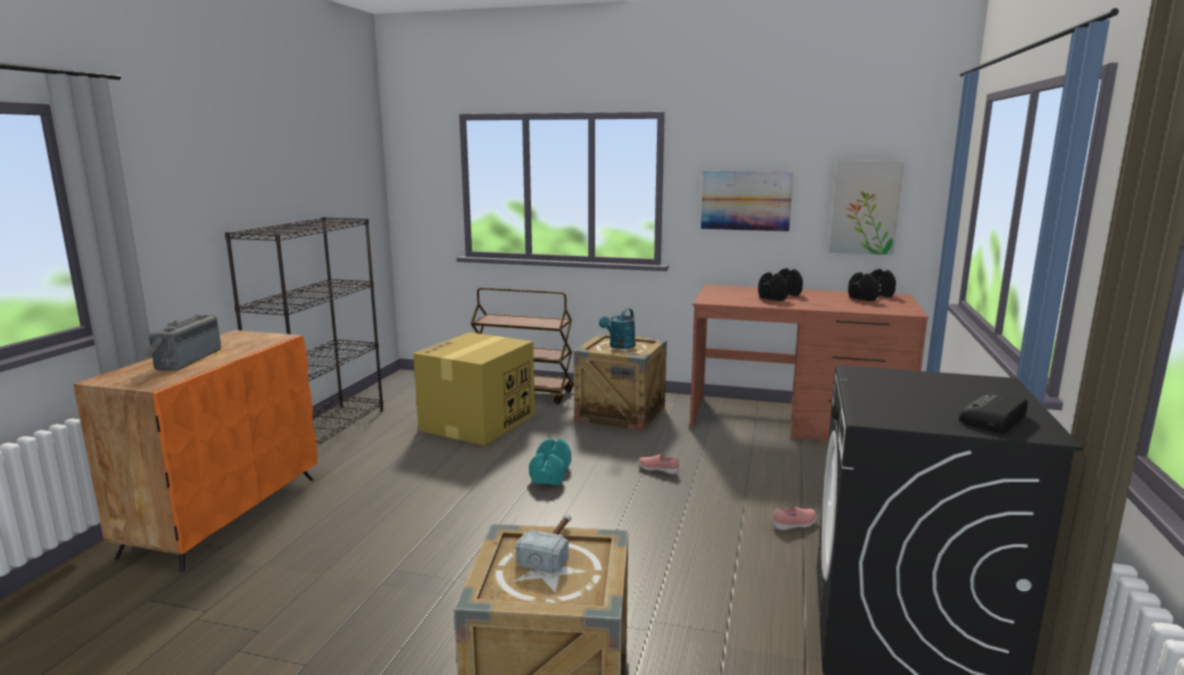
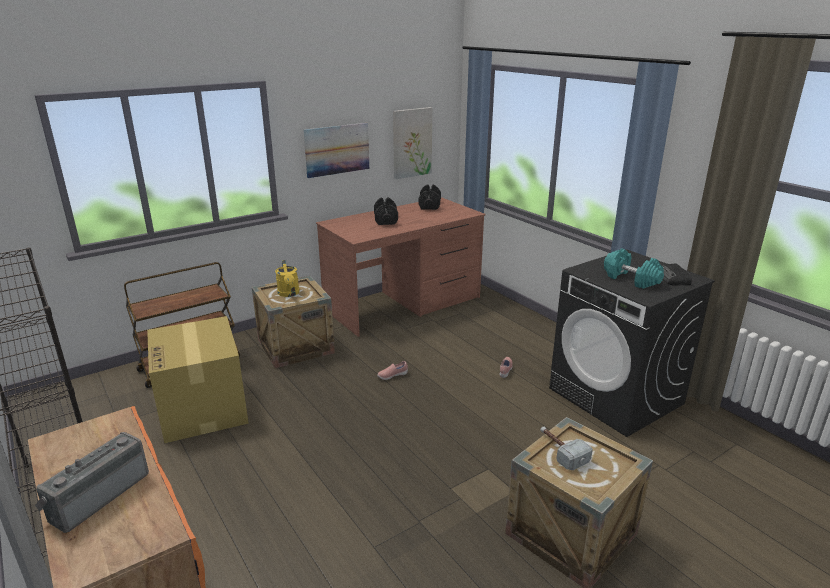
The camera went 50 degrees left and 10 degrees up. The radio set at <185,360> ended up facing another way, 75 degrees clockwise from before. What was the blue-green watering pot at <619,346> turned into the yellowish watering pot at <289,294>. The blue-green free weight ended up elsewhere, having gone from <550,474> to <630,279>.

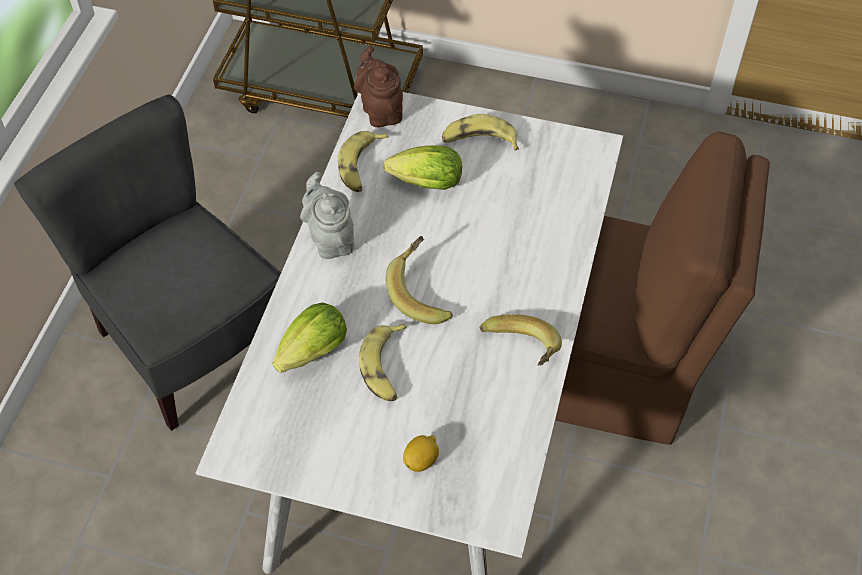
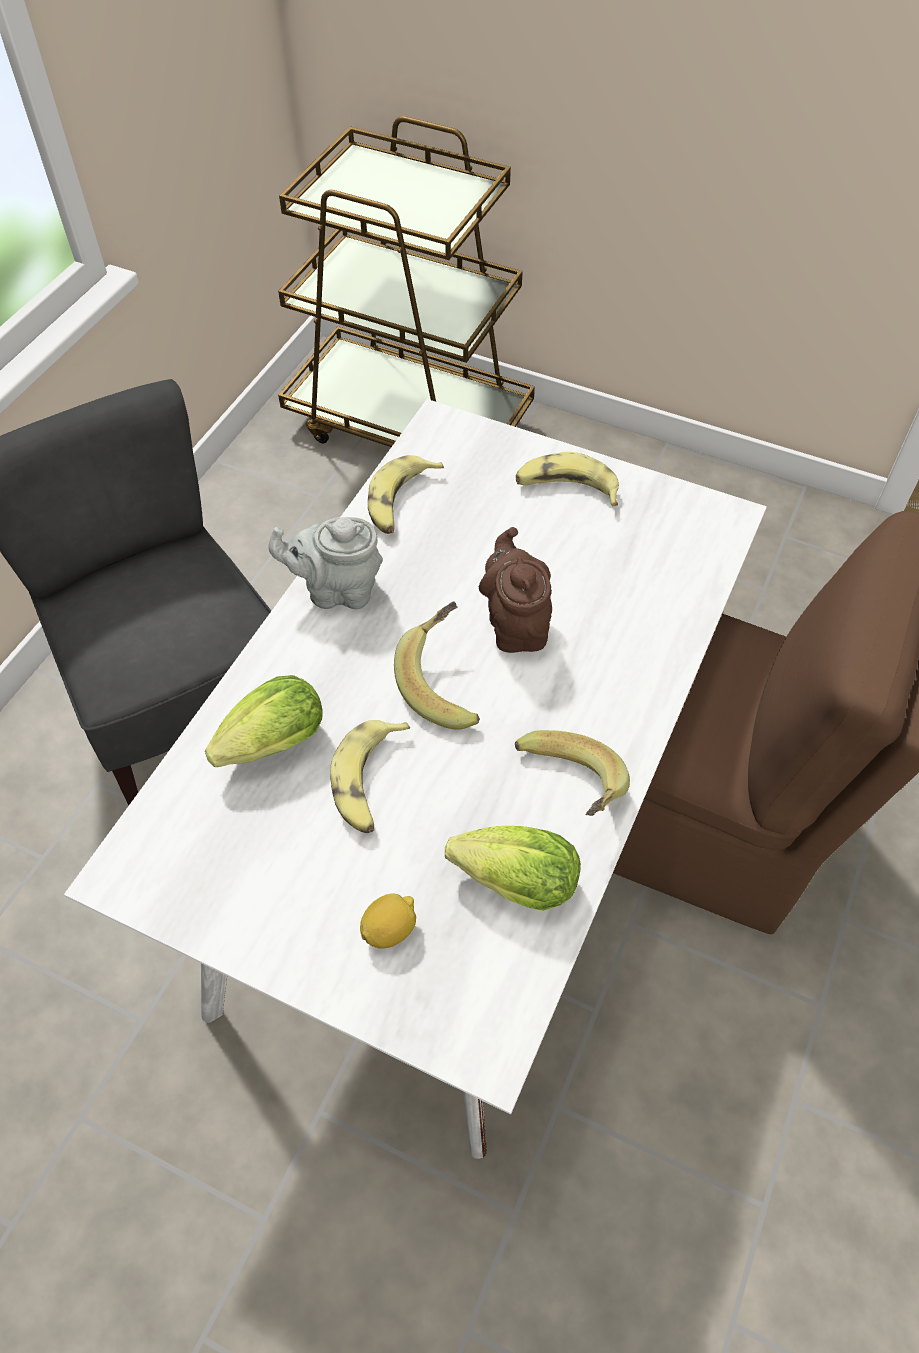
The camera went 10 degrees right and 0 degrees up. The gray tea pot at <330,238> ended up facing another way, 75 degrees counterclockwise from before. The head of lettuce ended up elsewhere, having gone from <422,183> to <509,880>. The brown tea pot ended up elsewhere, having gone from <380,110> to <515,624>.

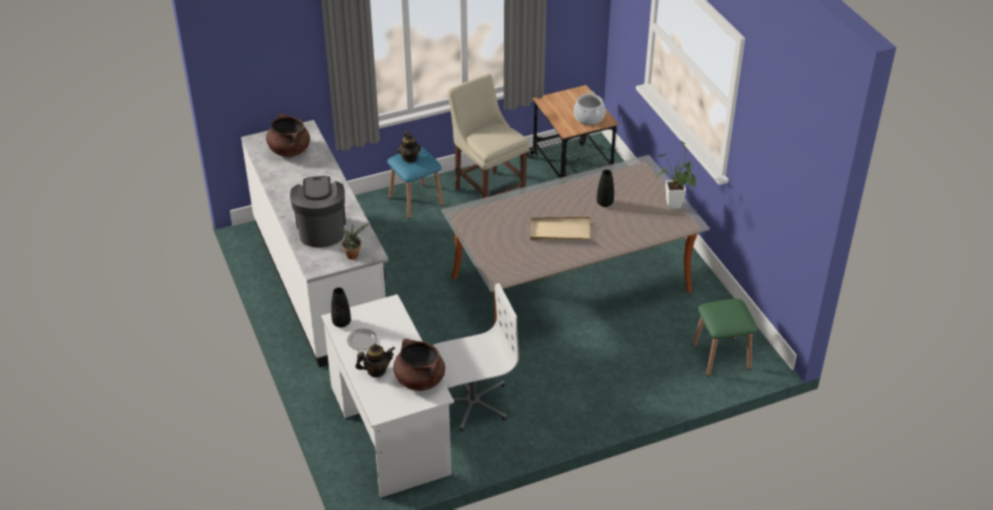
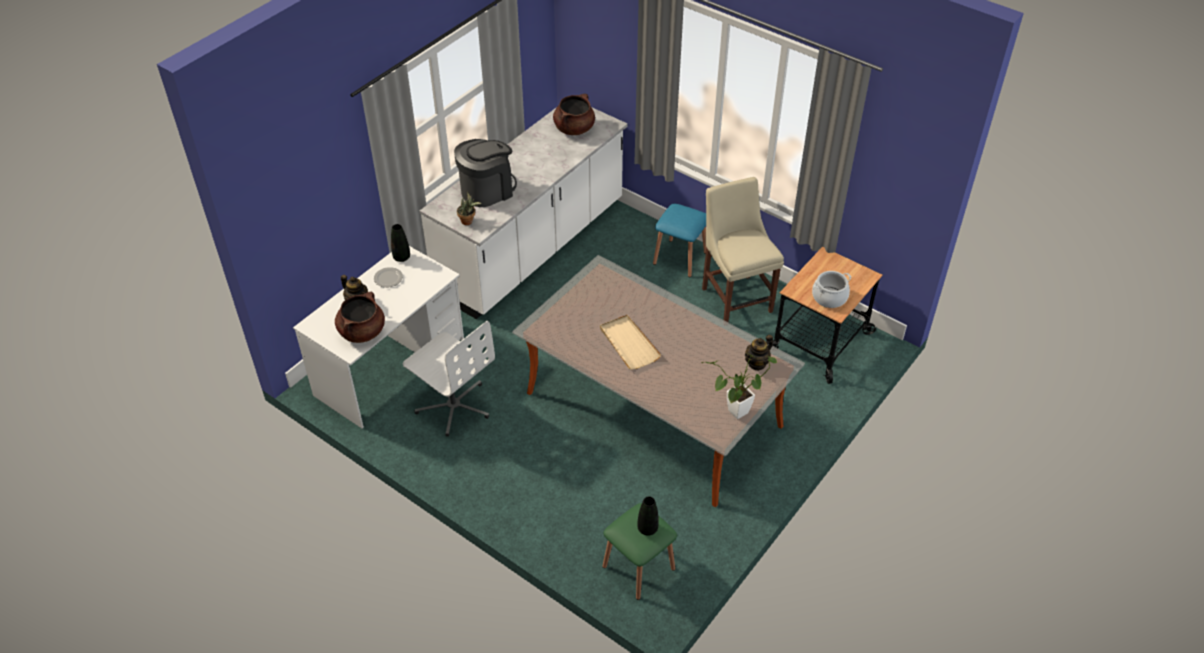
The camera went 60 degrees right and 5 degrees up. The blackish flower vase ended up elsewhere, having gone from <604,203> to <647,529>. The beige plain chair at <488,191> ended up facing another way, 45 degrees counterclockwise from before. The tea pot ended up elsewhere, having gone from <410,158> to <757,363>.

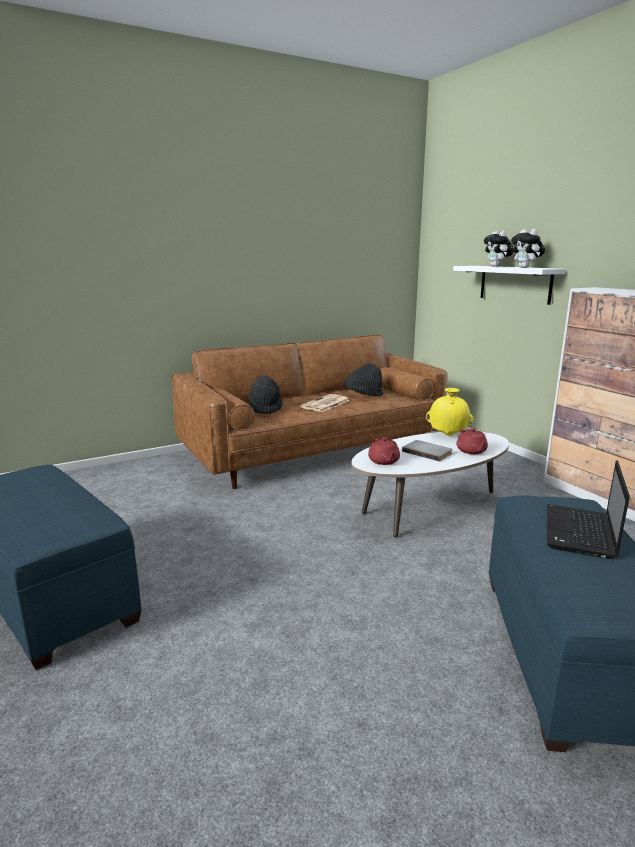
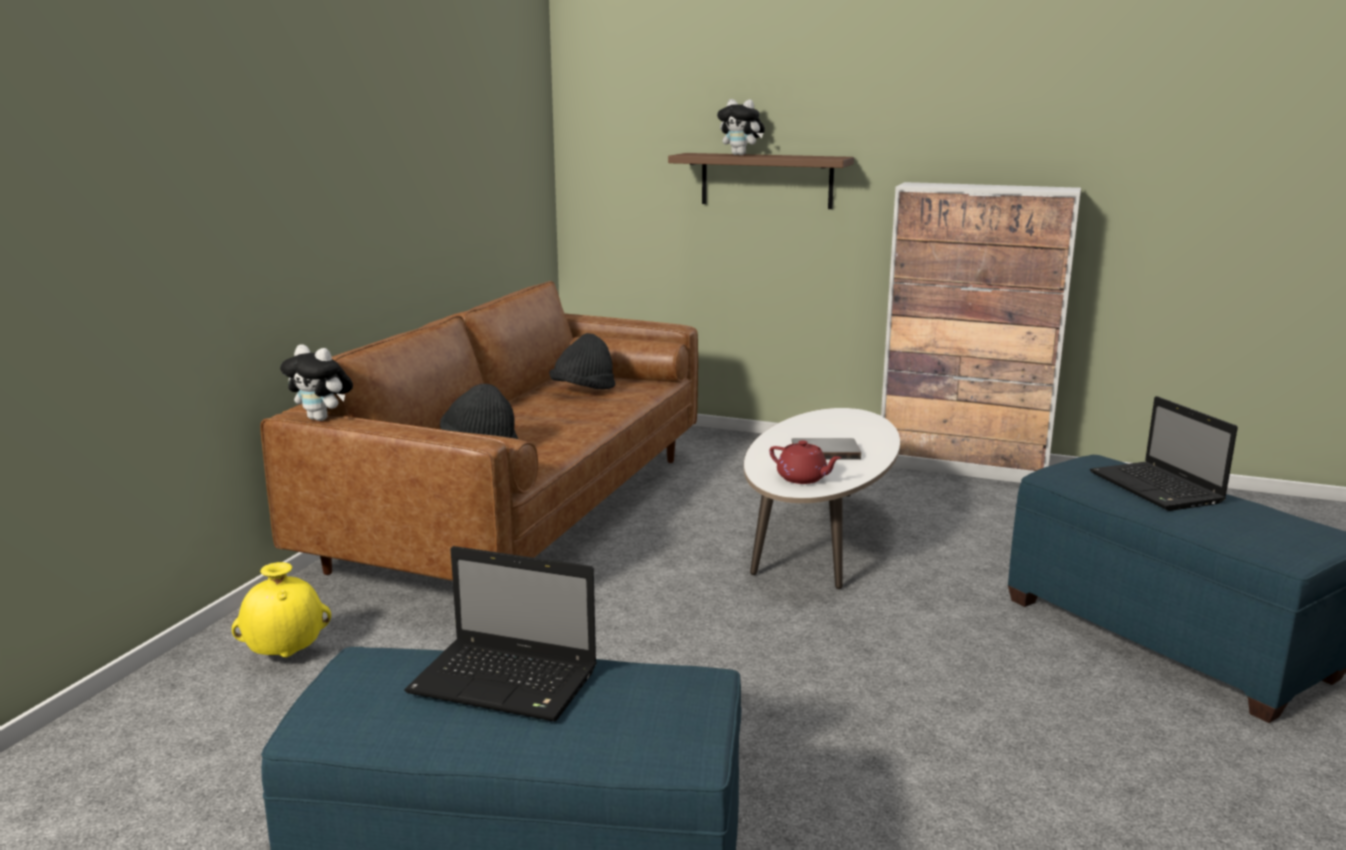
The camera went 40 degrees left and 0 degrees up. The yellowish flower vase ended up elsewhere, having gone from <448,435> to <287,654>. The cuddly toy ended up elsewhere, having gone from <525,267> to <322,419>. The second view gained the portable computer at <508,682>. What was the white-coloured wall shelf at <515,284> turned into the brown wall shelf at <766,180>. The second view lost the daily paper at <325,404>. The second view lost the reddish tea pot at <471,451>.

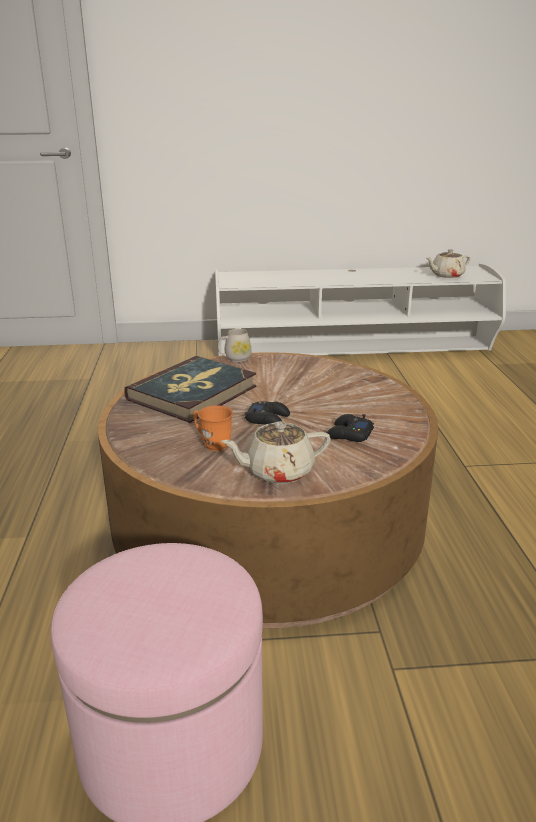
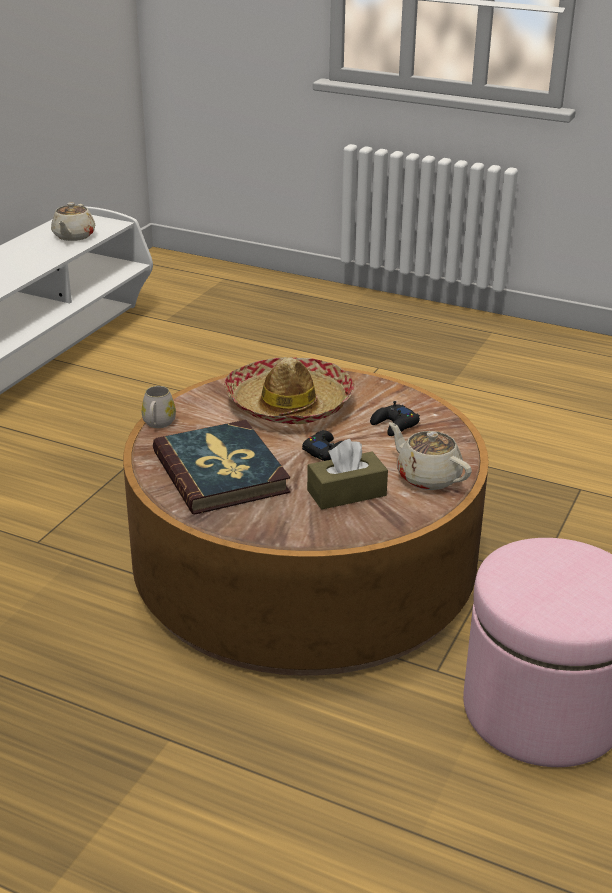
The camera went 60 degrees left and 5 degrees up. The second view gained the hat at <289,404>. Where the orange-coloured mug stood at <212,444>, the brown tissue box came to stand at <346,493>. The beige tea pot at <278,471> ended up facing another way, 120 degrees clockwise from before.

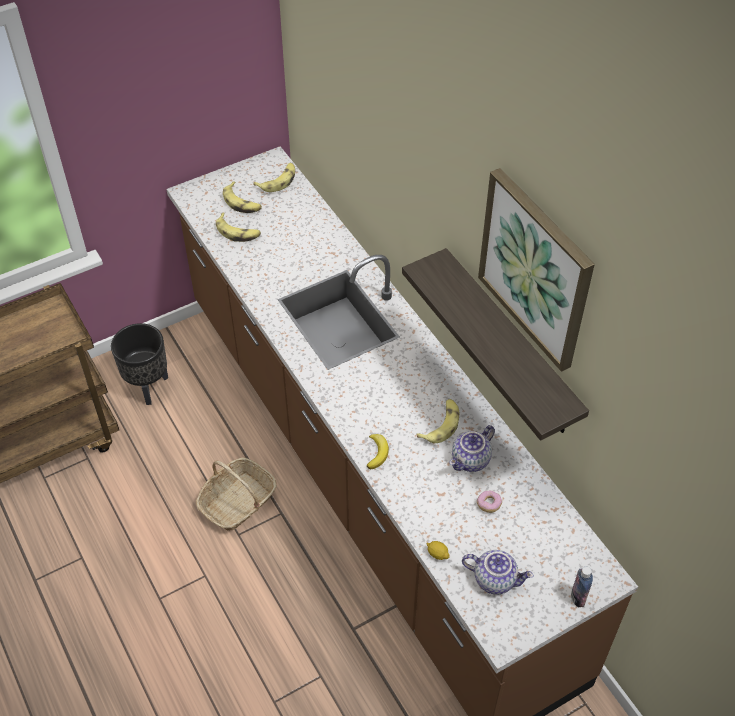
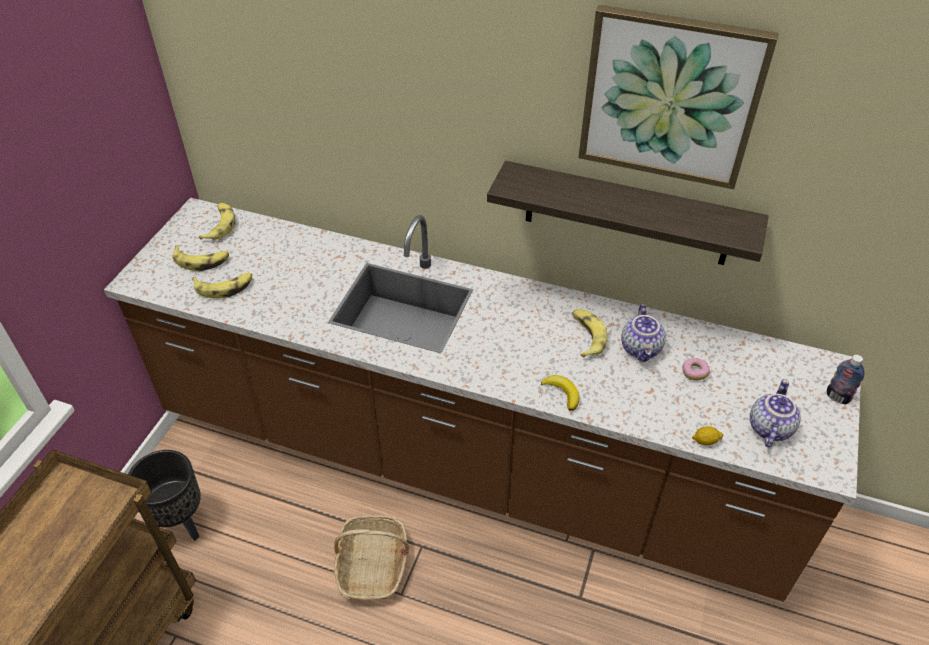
The camera went 40 degrees left and 5 degrees down. The tea pot at <495,579> ended up facing another way, 45 degrees counterclockwise from before.

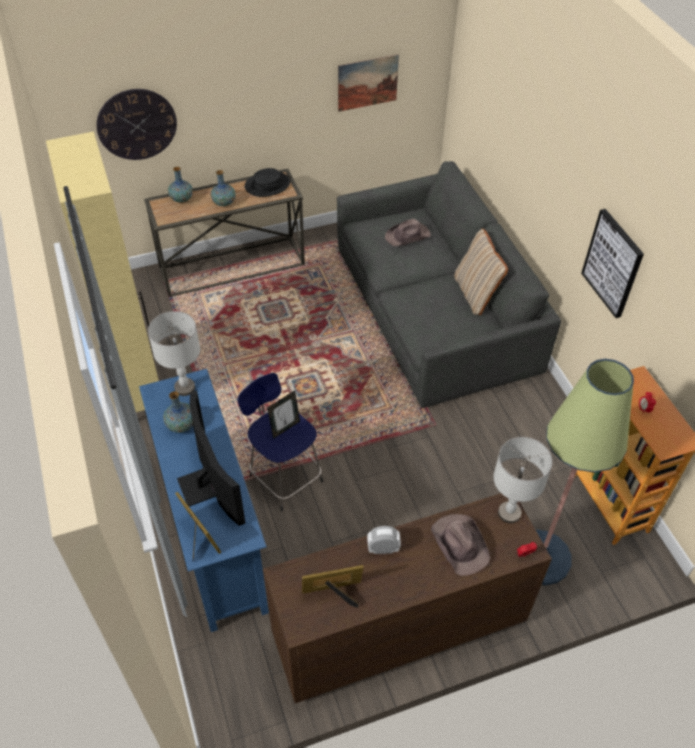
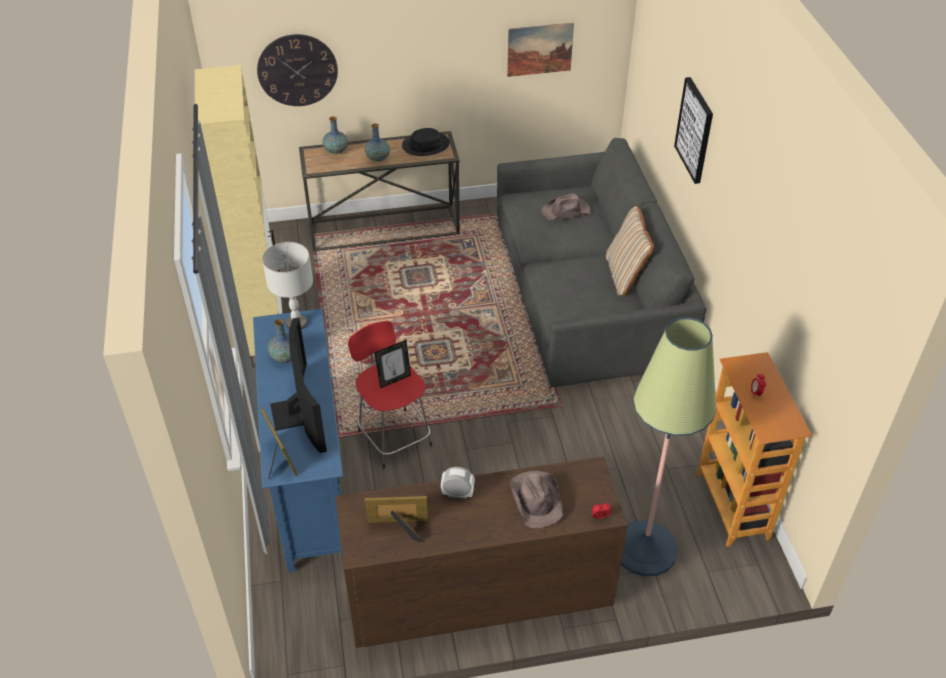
The camera went 10 degrees right and 5 degrees down. What was the bluish stool at <284,477> turned into the reddish stool at <393,437>. The wall picture ended up elsewhere, having gone from <613,263> to <695,130>. The second view lost the gray lamp for a table at <509,513>.

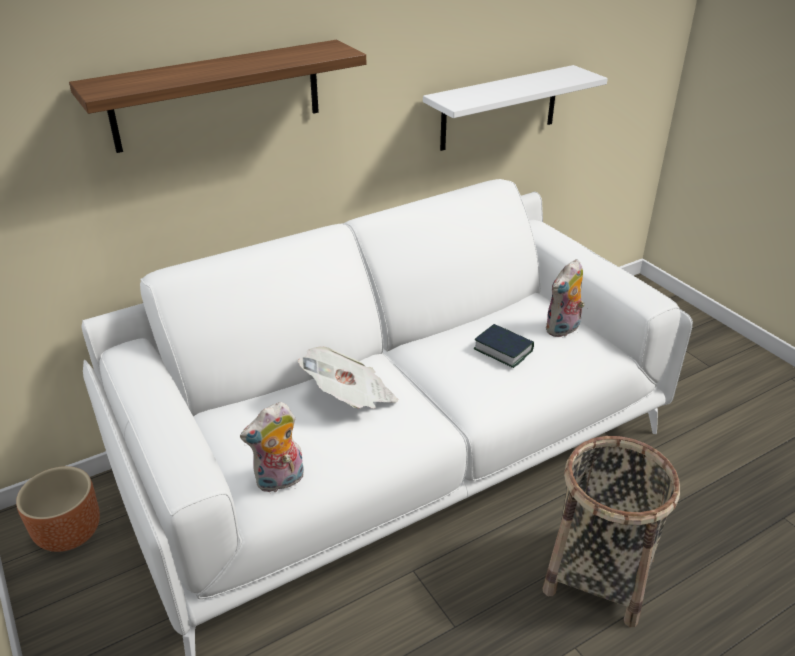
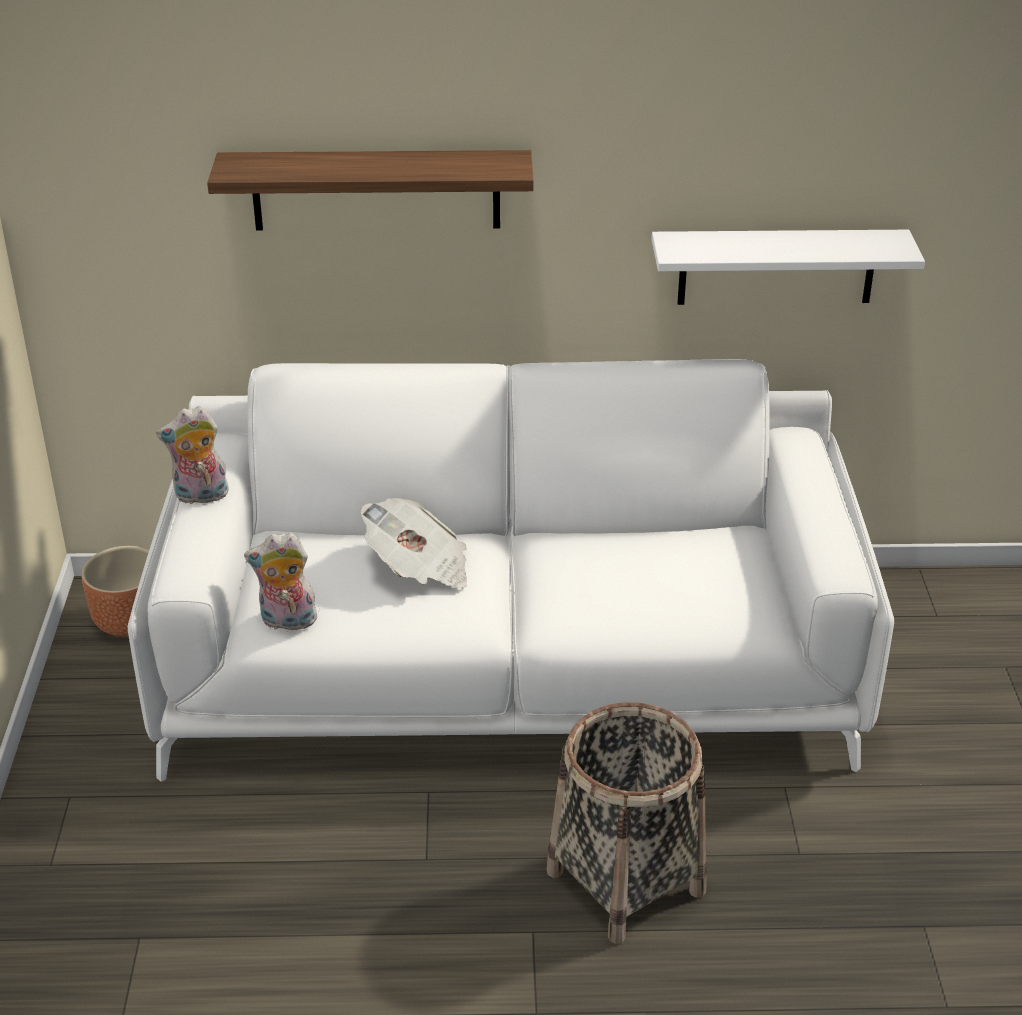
The camera went 30 degrees right and 0 degrees up. The cuddly toy ended up elsewhere, having gone from <563,330> to <200,497>. The second view lost the volume at <503,350>.

